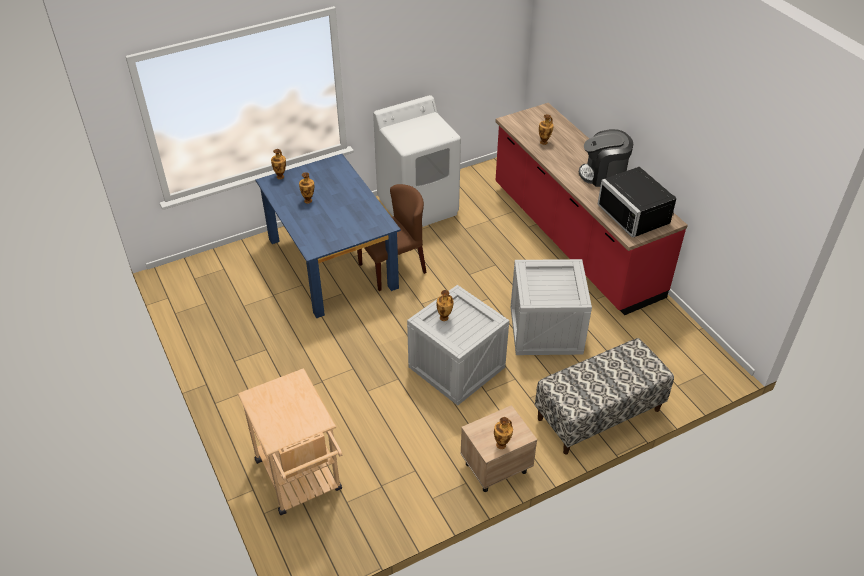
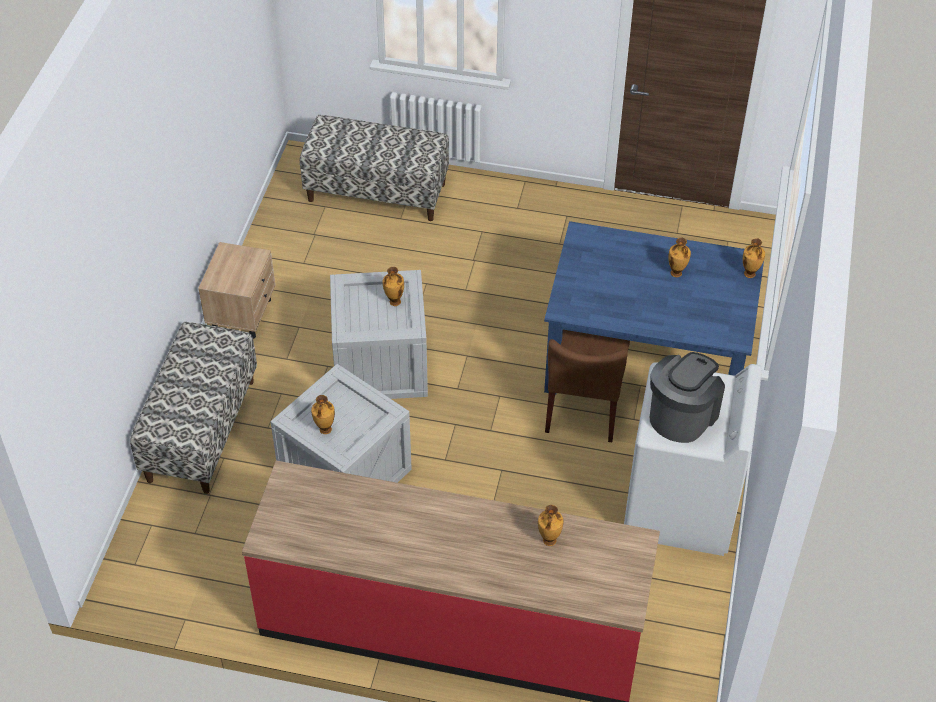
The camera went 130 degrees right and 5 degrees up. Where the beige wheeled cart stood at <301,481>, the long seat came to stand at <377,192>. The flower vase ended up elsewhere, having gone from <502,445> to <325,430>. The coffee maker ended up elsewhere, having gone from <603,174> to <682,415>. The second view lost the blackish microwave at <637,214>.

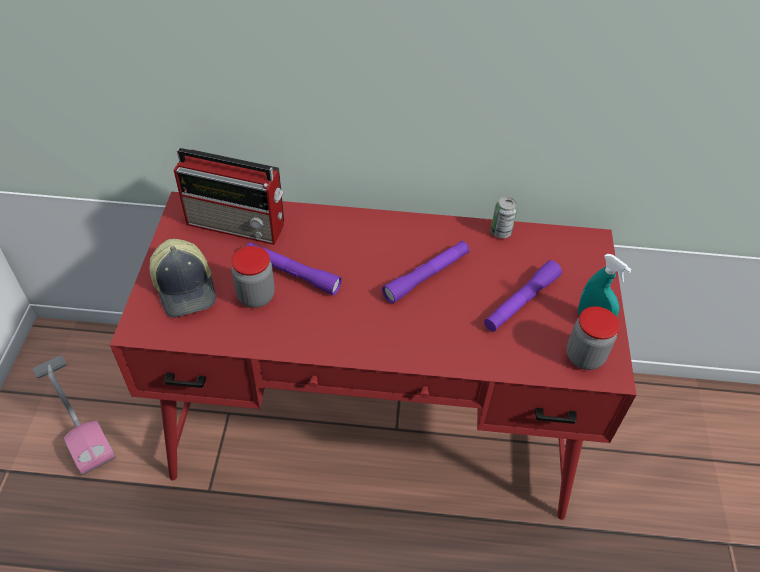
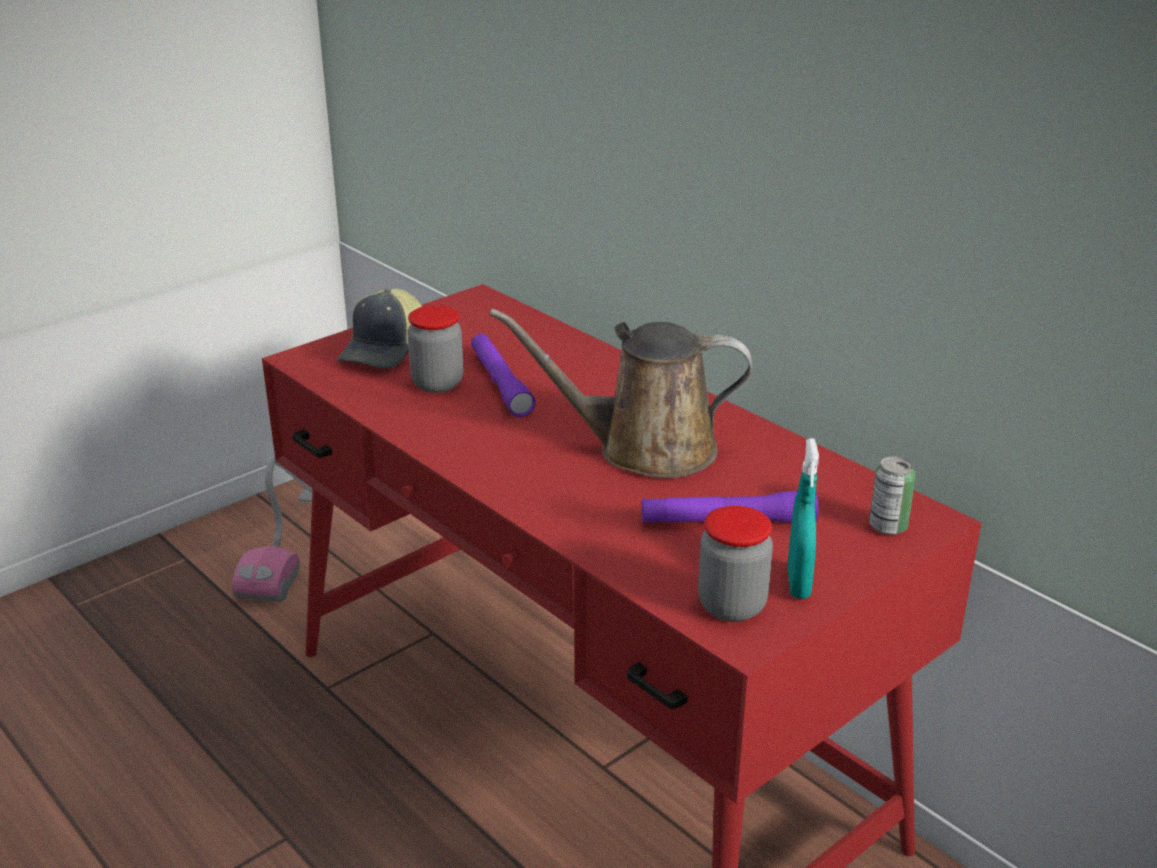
The camera went 45 degrees right and 20 degrees down. Where the purple torch stood at <426,276>, the brown watering pot came to stand at <644,449>. The can ended up elsewhere, having gone from <500,232> to <888,526>. The second view lost the radio set at <238,225>.

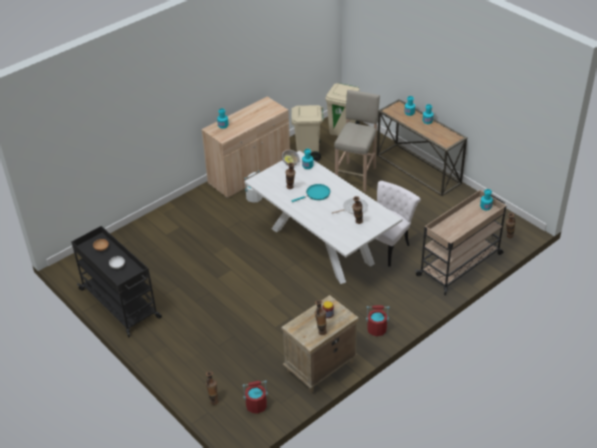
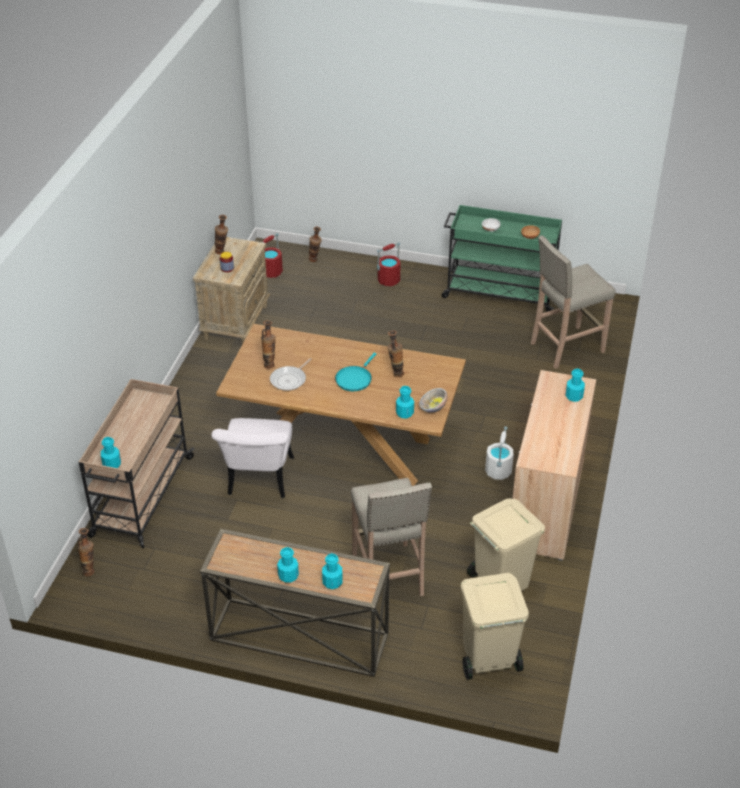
The camera went 145 degrees right and 0 degrees up. What was the white-coloured dining table at <322,245> turned into the brown dining table at <343,445>. The reddish water bucket ended up elsewhere, having gone from <376,329> to <389,280>. What was the blackish wheeled cart at <120,304> turned into the greenish wheeled cart at <499,292>. The second view gained the beige stool at <565,347>.

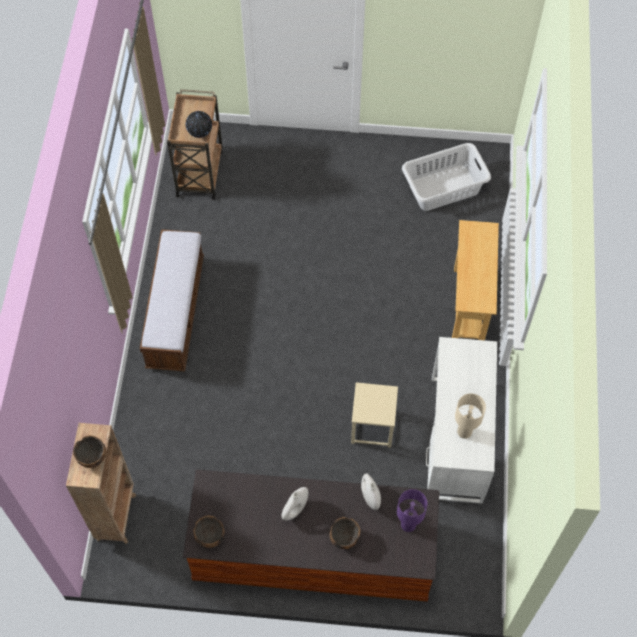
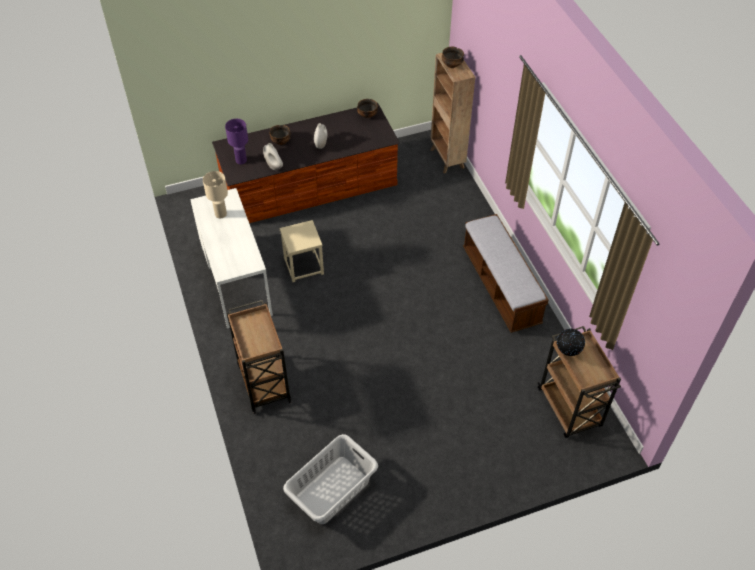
The camera went 155 degrees right and 10 degrees down. Where the beige console table stood at <468,307>, the brown wheeled cart came to stand at <263,382>.

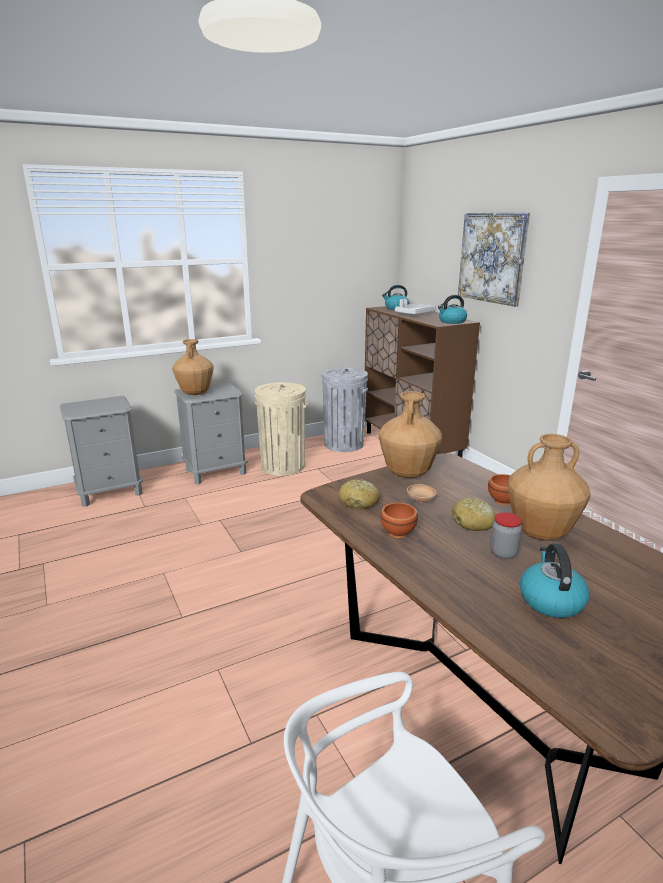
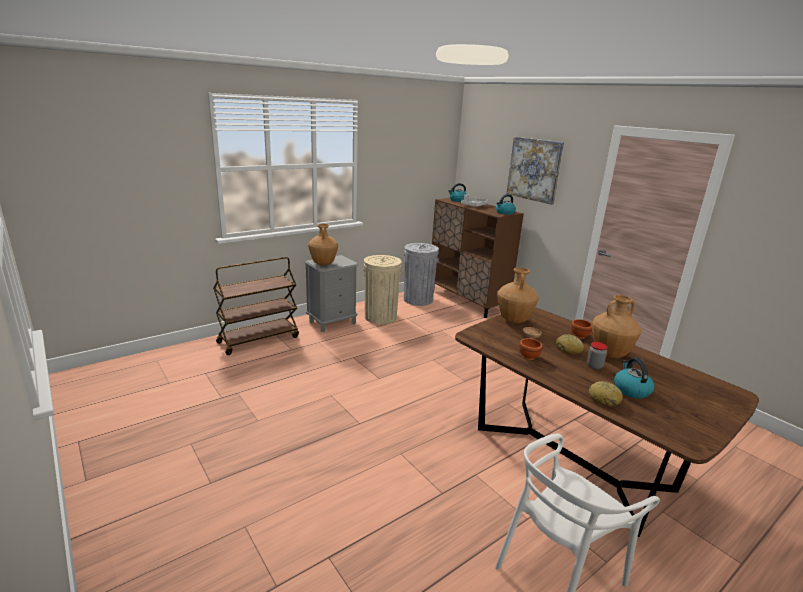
The camera went 10 degrees left and 0 degrees up. Where the gray night table stood at <110,492>, the brown wheeled cart came to stand at <259,339>. The bakery bread ended up elsewhere, having gone from <359,502> to <604,399>.

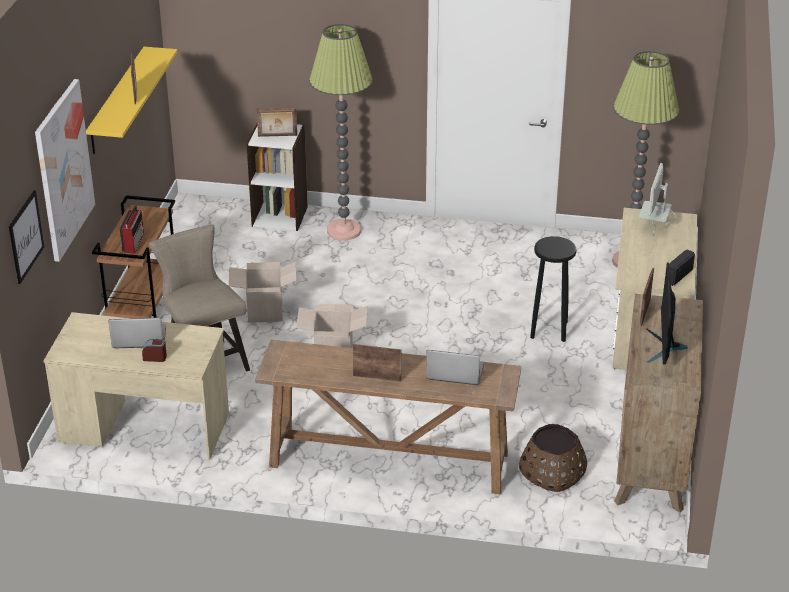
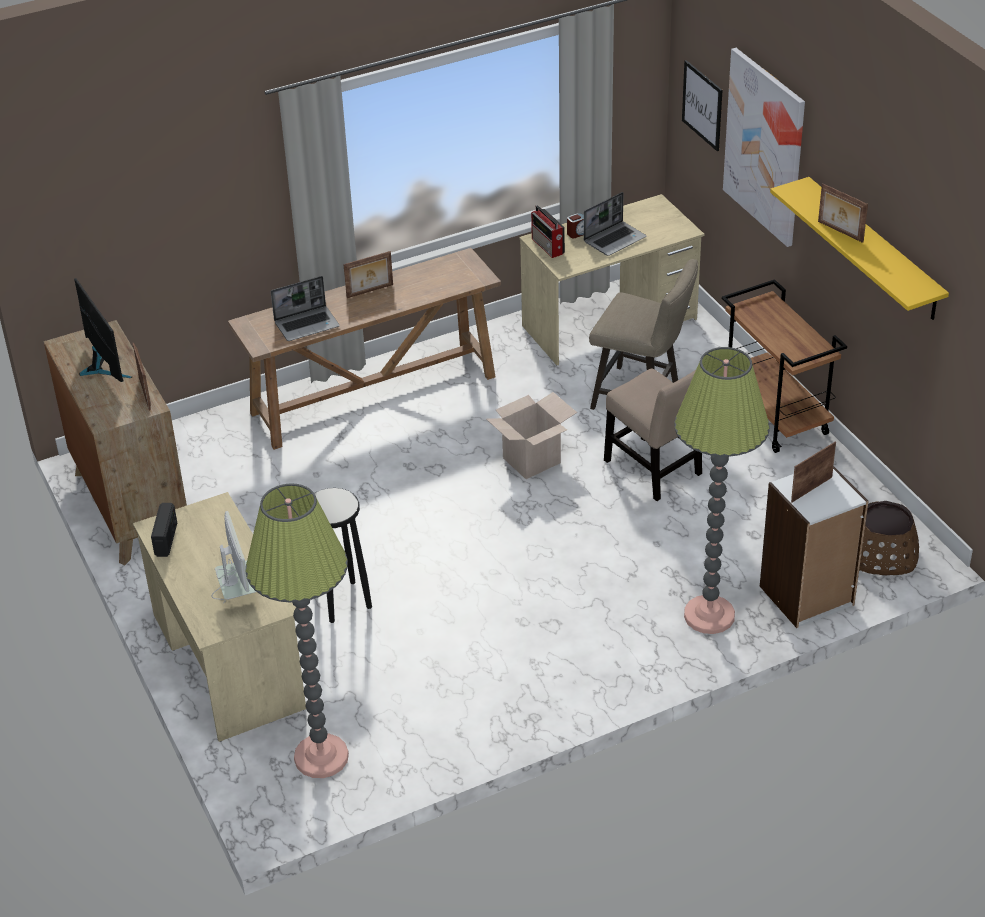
The camera went 145 degrees right and 5 degrees up. The radio set ended up elsewhere, having gone from <133,242> to <548,246>. Where the cardboard box stood at <265,312>, the beige plain chair came to stand at <655,470>. The brown planter ended up elsewhere, having gone from <552,473> to <881,555>.

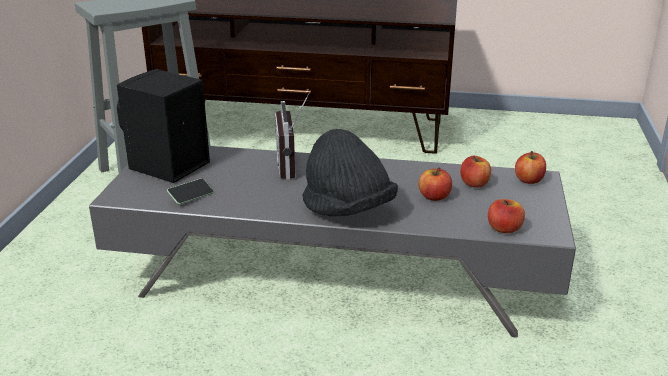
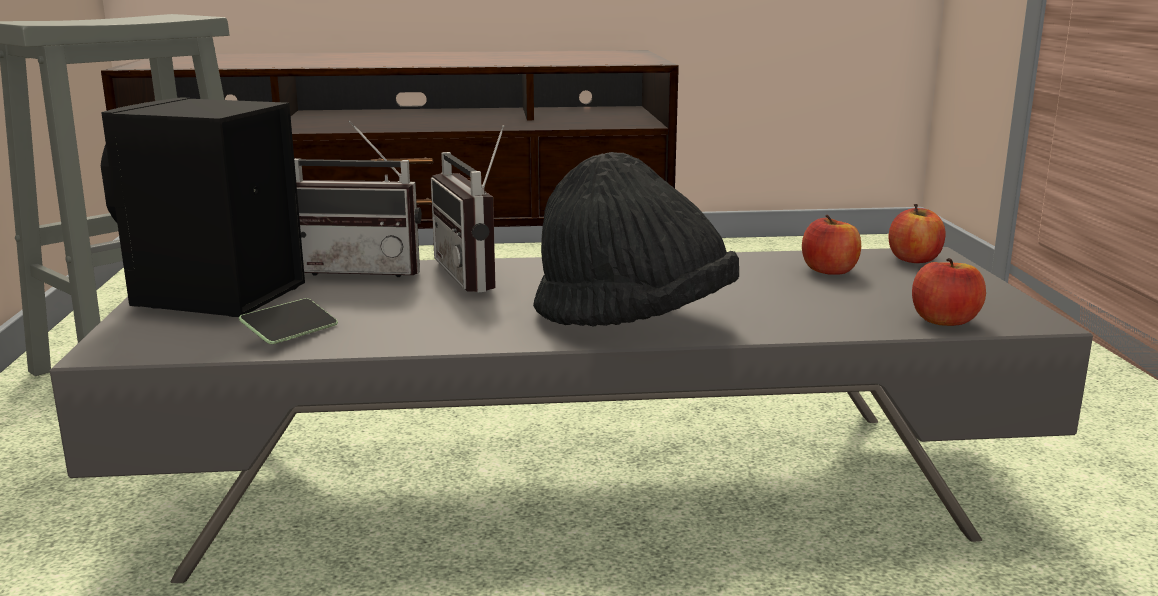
The camera went 15 degrees left and 10 degrees down. The second view gained the radio set at <364,269>. The second view lost the apple at <434,197>.

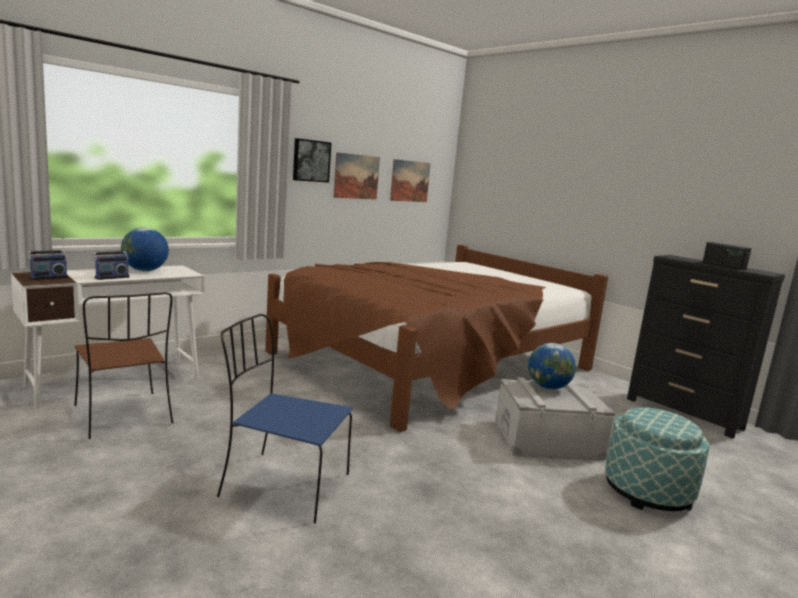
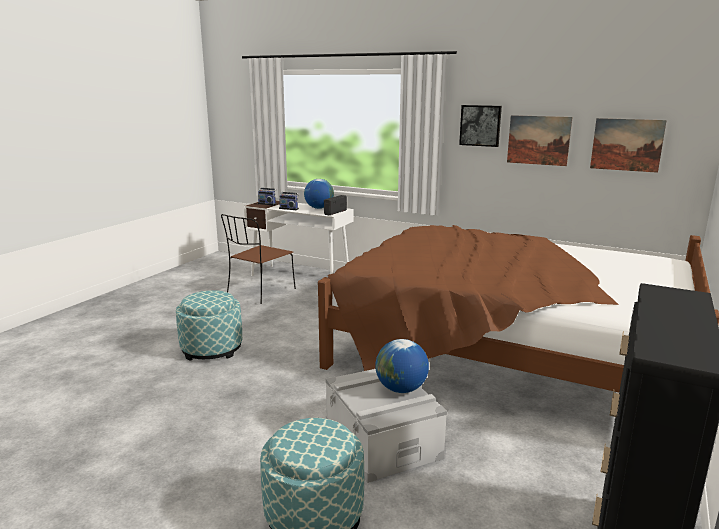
The camera went 70 degrees right and 5 degrees up. Where the bluish plain chair stood at <282,485>, the footrest came to stand at <212,349>. The radio set ended up elsewhere, having gone from <723,266> to <335,212>.

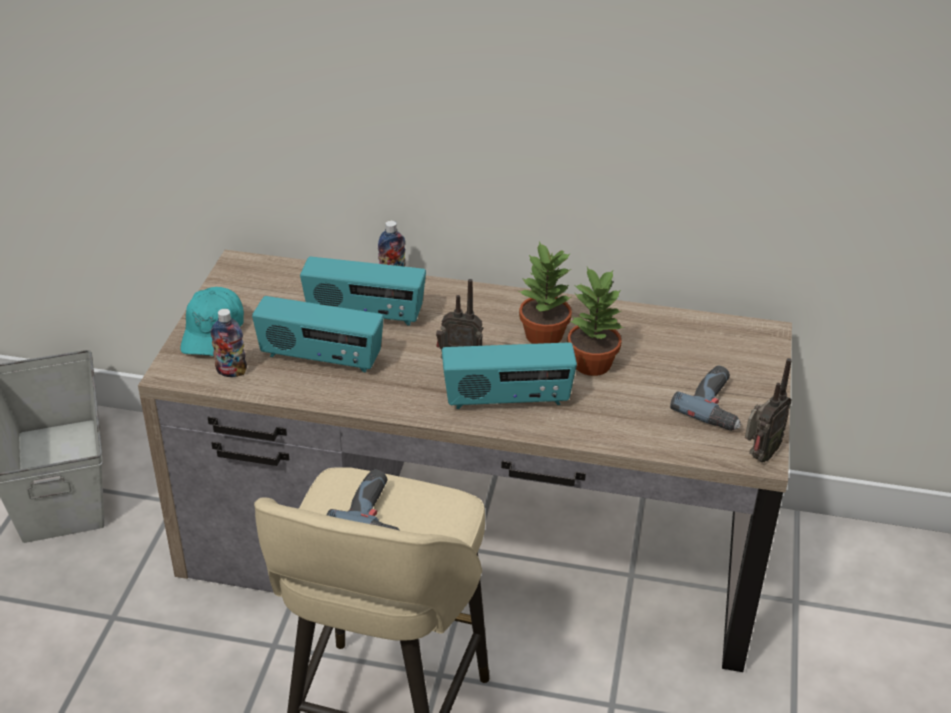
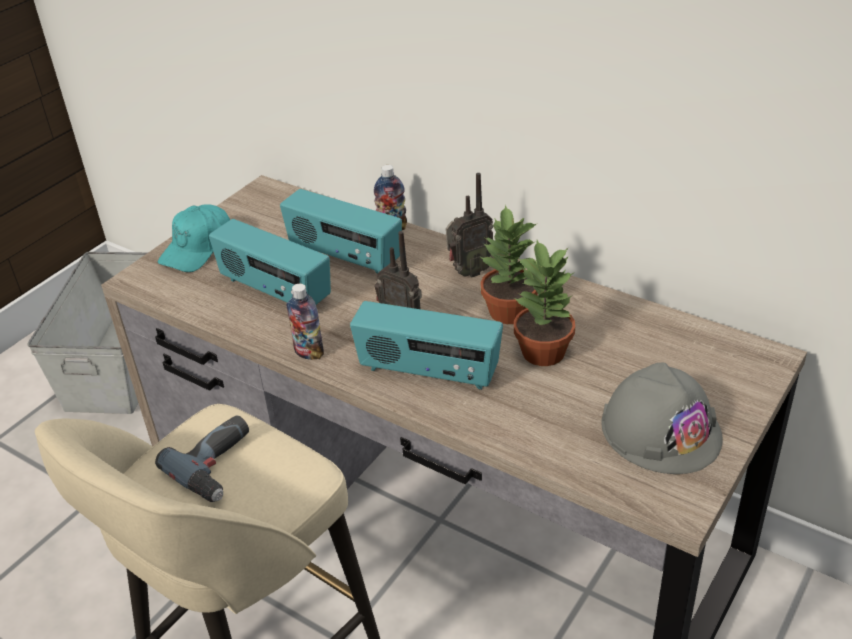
The camera went 25 degrees right and 0 degrees up. The drink bottle ended up elsewhere, having gone from <231,372> to <309,353>. The radio set ended up elsewhere, having gone from <759,455> to <468,272>. Where the power drill stood at <717,405>, the gray safety helmet came to stand at <661,430>.

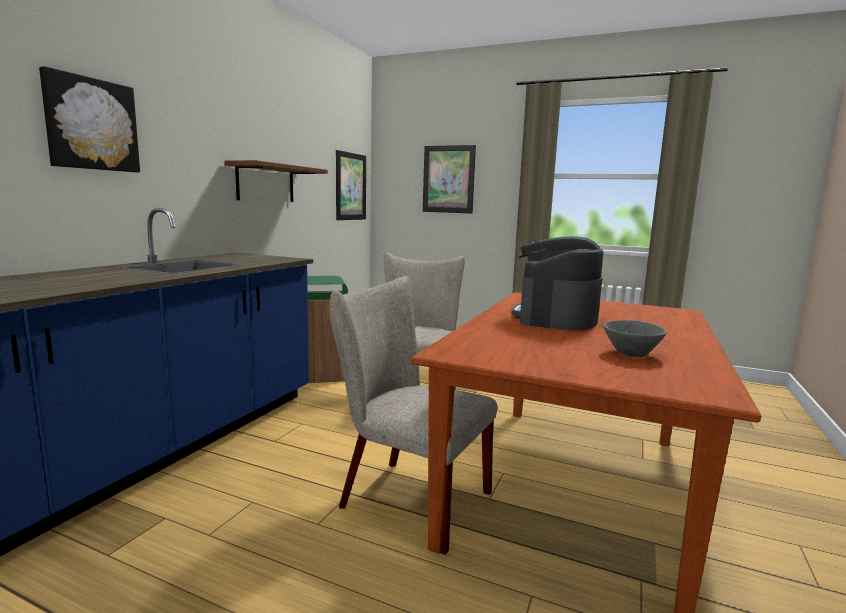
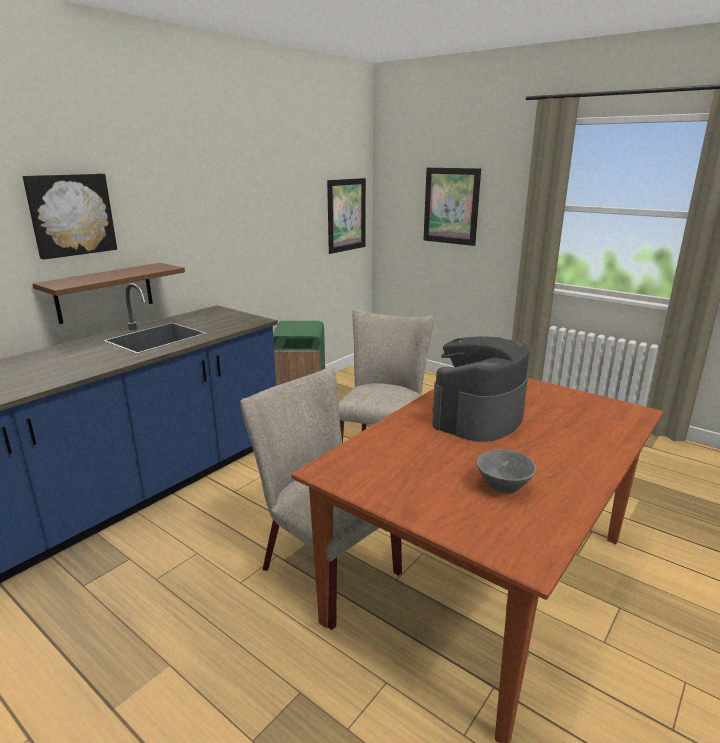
The camera went 15 degrees right and 10 degrees up. The brown wall shelf ended up elsewhere, having gone from <265,183> to <105,292>.

